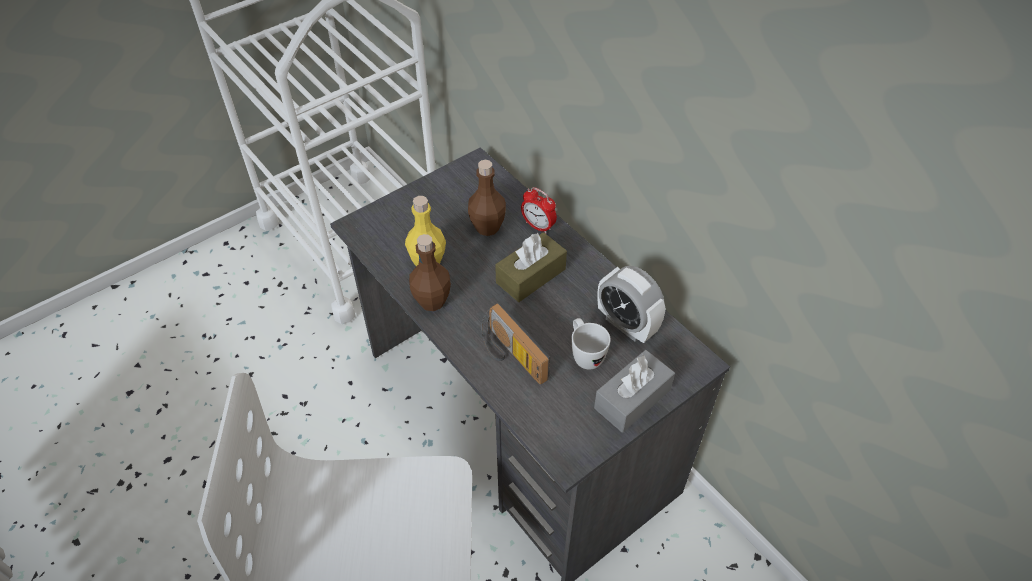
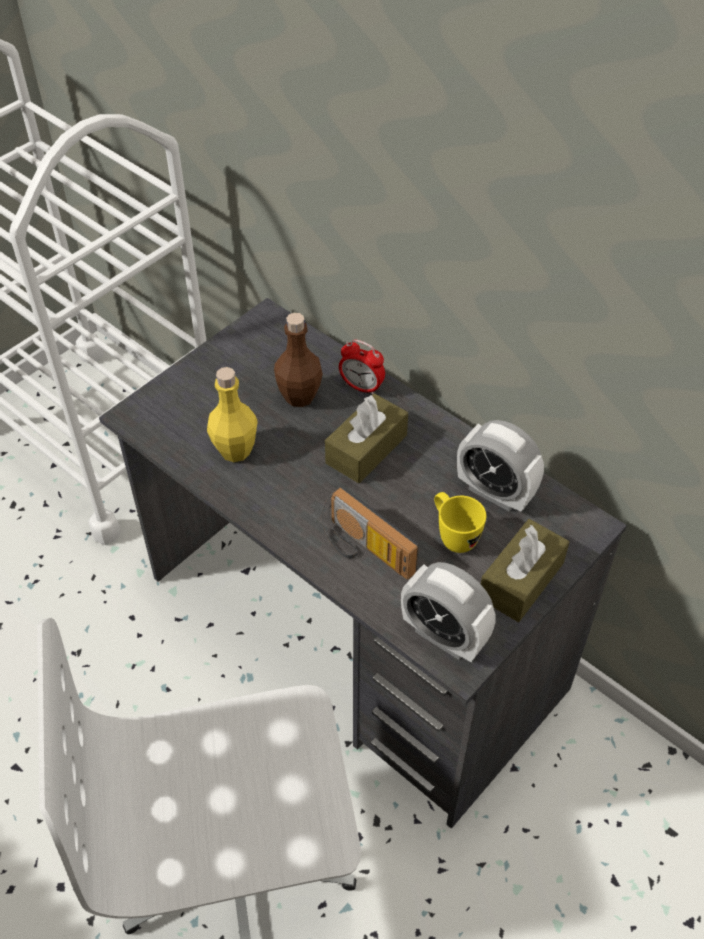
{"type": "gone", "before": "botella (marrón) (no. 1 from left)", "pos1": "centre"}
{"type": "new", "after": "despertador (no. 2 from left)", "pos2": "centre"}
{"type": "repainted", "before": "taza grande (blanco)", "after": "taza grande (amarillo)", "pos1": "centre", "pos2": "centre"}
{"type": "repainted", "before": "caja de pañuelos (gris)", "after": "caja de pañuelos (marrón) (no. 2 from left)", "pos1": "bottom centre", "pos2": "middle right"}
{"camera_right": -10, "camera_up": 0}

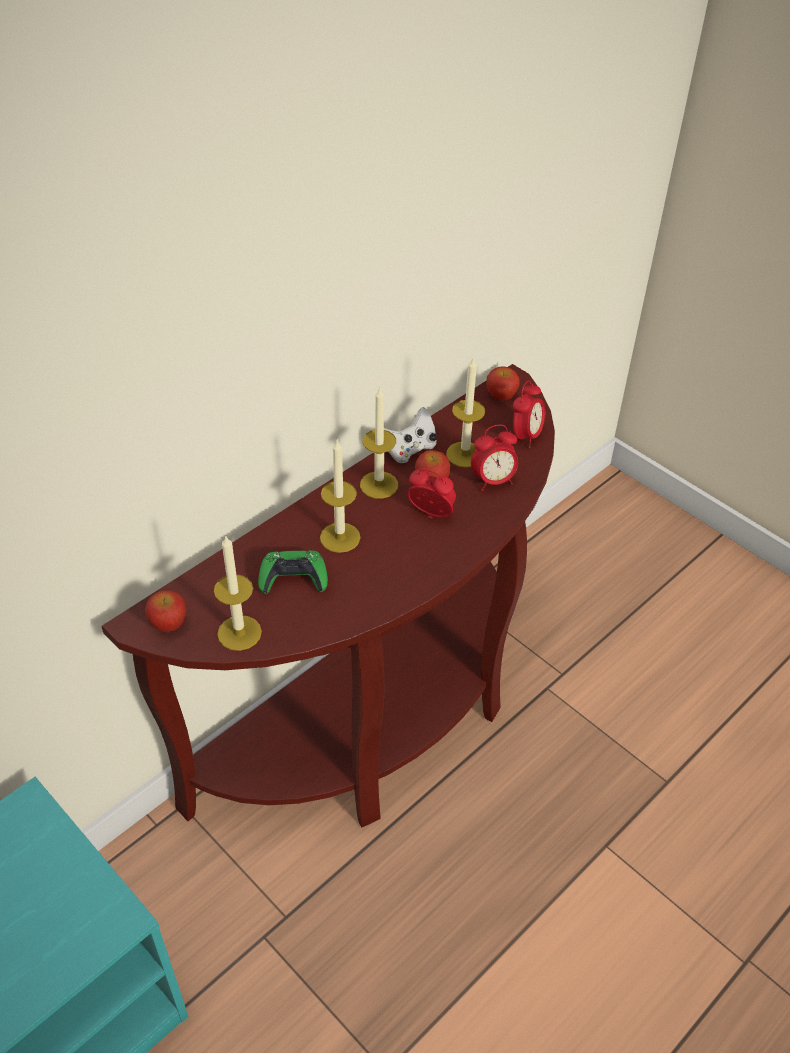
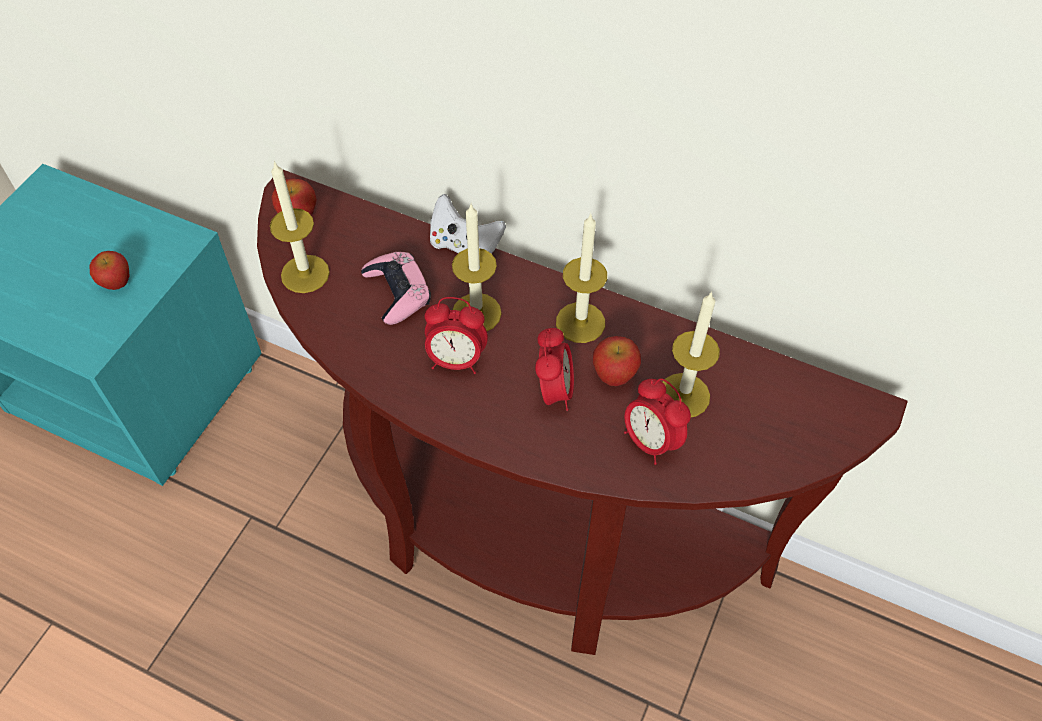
{"type": "shifted", "before": "mando de consola (blanco)", "pos1": "centre", "pos2": "top centre"}
{"type": "shifted", "before": "manzana (no. 3 from left in the first image)", "after": "manzana (no. 1 from left)", "pos1": "centre", "pos2": "middle left"}
{"type": "shifted", "before": "despertador (no. 3 from left in the first image)", "after": "despertador (no. 1 from left)", "pos1": "middle right", "pos2": "centre"}
{"type": "repainted", "before": "mando de consola (verde)", "after": "mando de consola (rosa)", "pos1": "centre", "pos2": "centre"}
{"camera_right": 70, "camera_up": 10}

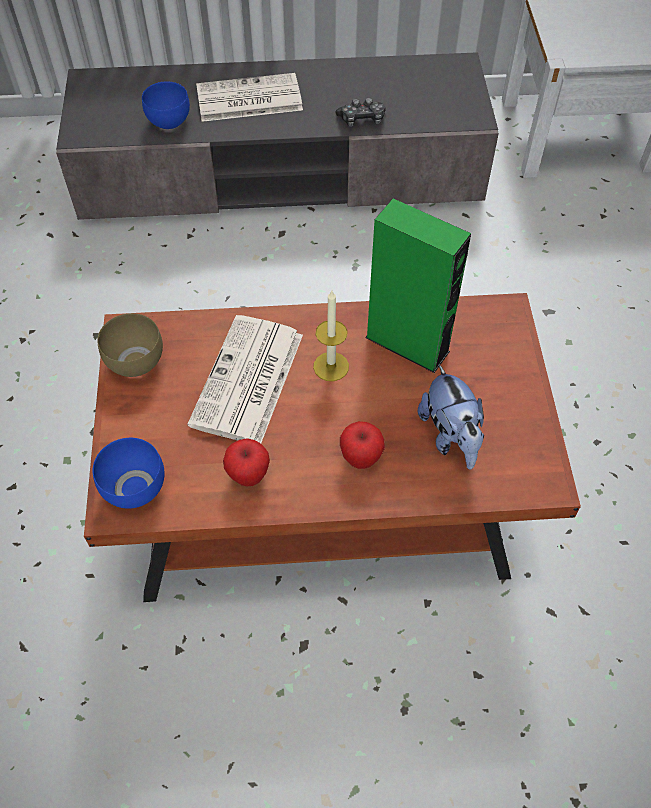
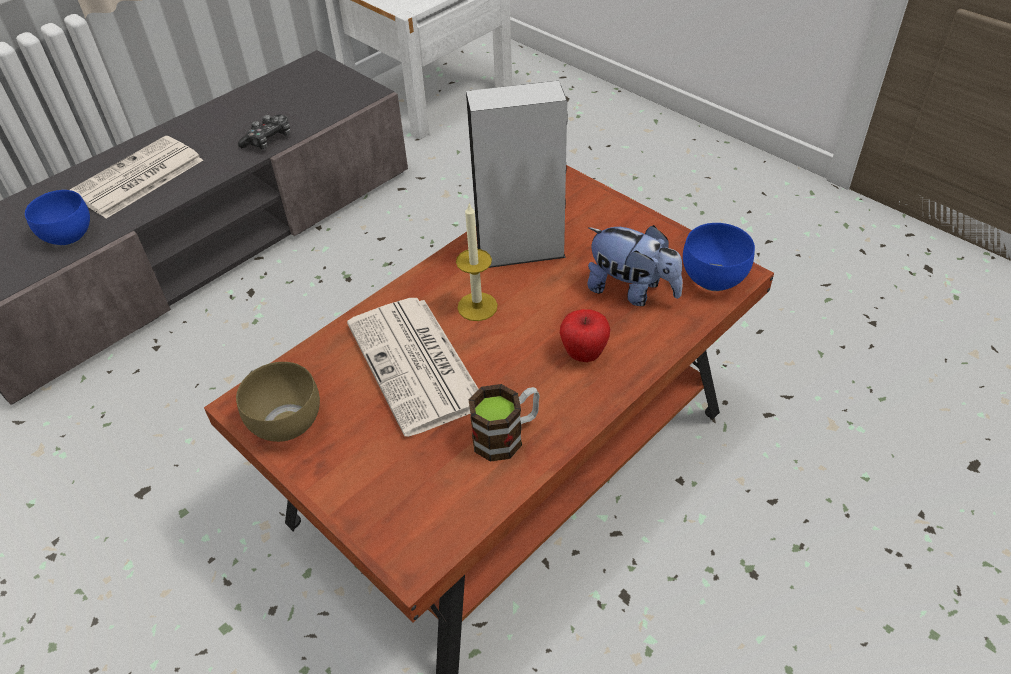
{"type": "shifted", "before": "cuenco (azul) (no. 1 from left in the first image)", "after": "cuenco (azul) (no. 2 from left)", "pos1": "middle left", "pos2": "middle right"}
{"type": "swapped", "before": "manzana (no. 1 from left)", "after": "taza grande", "pos1": "centre", "pos2": "centre"}
{"type": "repainted", "before": "altavoz (verde)", "after": "altavoz (gris)", "pos1": "centre", "pos2": "top centre"}
{"camera_right": -40, "camera_up": -10}

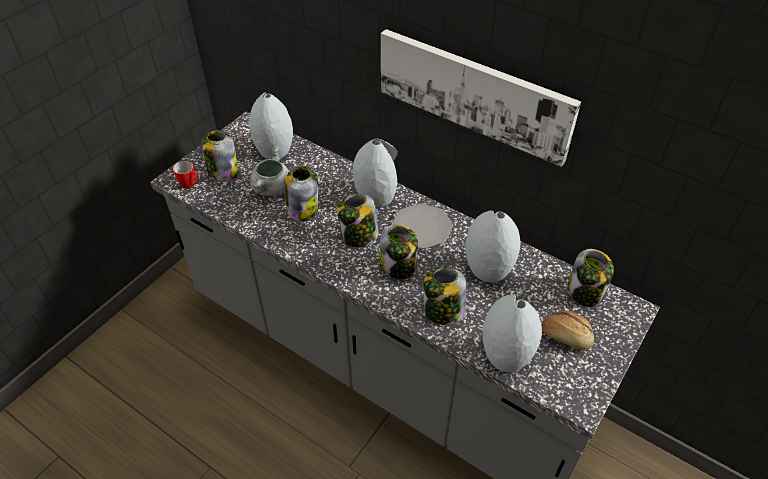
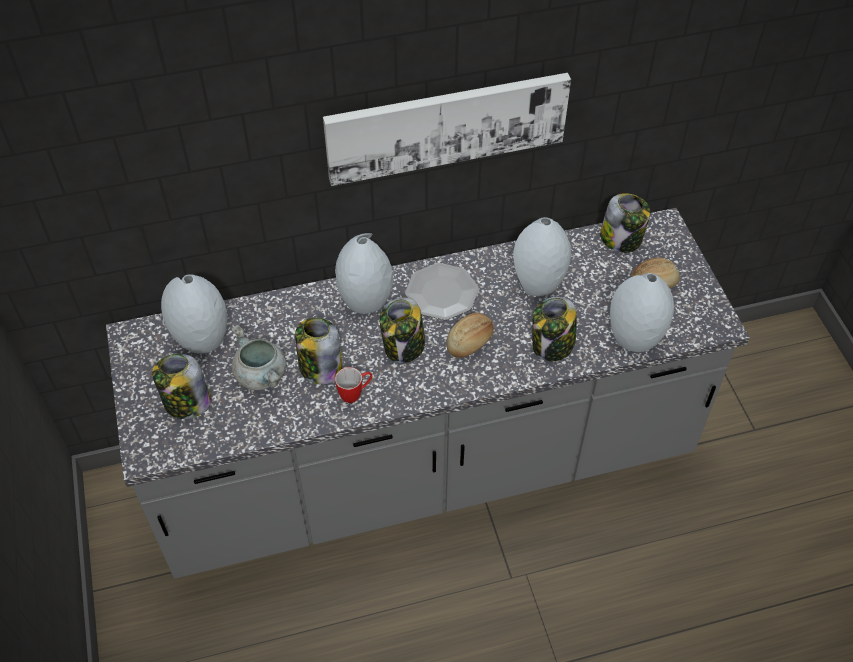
{"type": "shifted", "before": "taza grande", "pos1": "middle left", "pos2": "centre"}
{"type": "swapped", "before": "tarro (no. 4 from left)", "after": "pan (no. 1 from left)", "pos1": "centre", "pos2": "centre"}
{"camera_right": -50, "camera_up": 5}

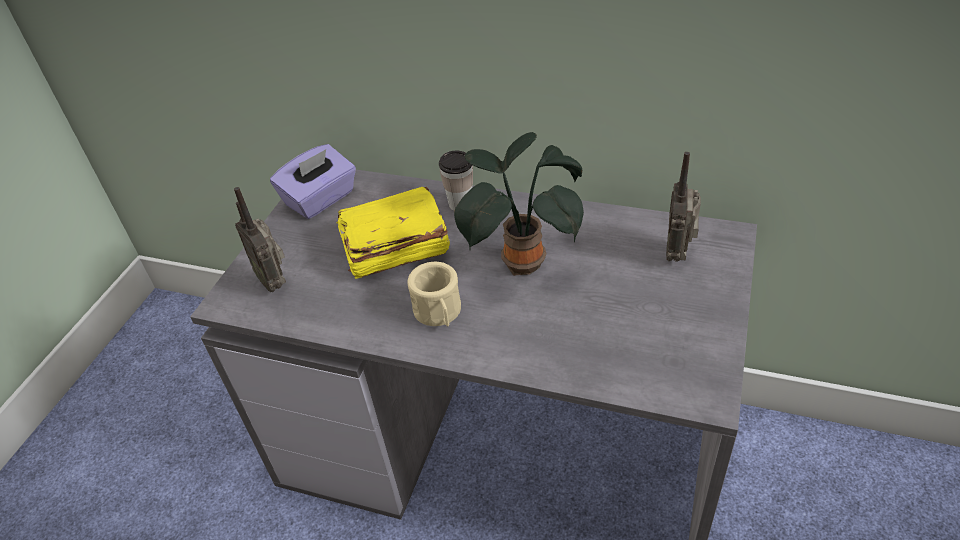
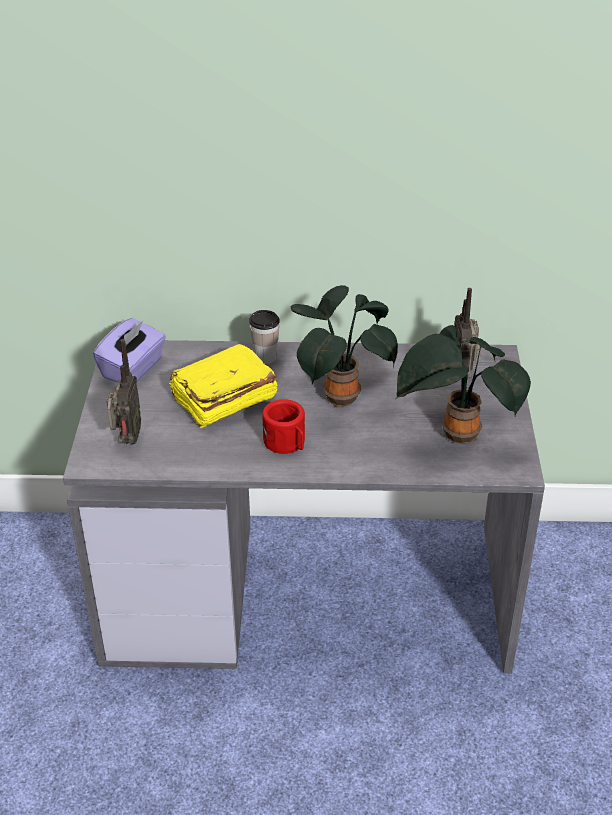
{"type": "new", "after": "planta en maceta (no. 2 from left)", "pos2": "middle right"}
{"type": "repainted", "before": "taza grande (beis)", "after": "taza grande (rojo)", "pos1": "centre", "pos2": "centre"}
{"type": "rotated", "before": "radio (no. 1 from left)", "pos1": "middle left", "pos2": "middle left", "turn": -120}
{"camera_right": -20, "camera_up": -5}

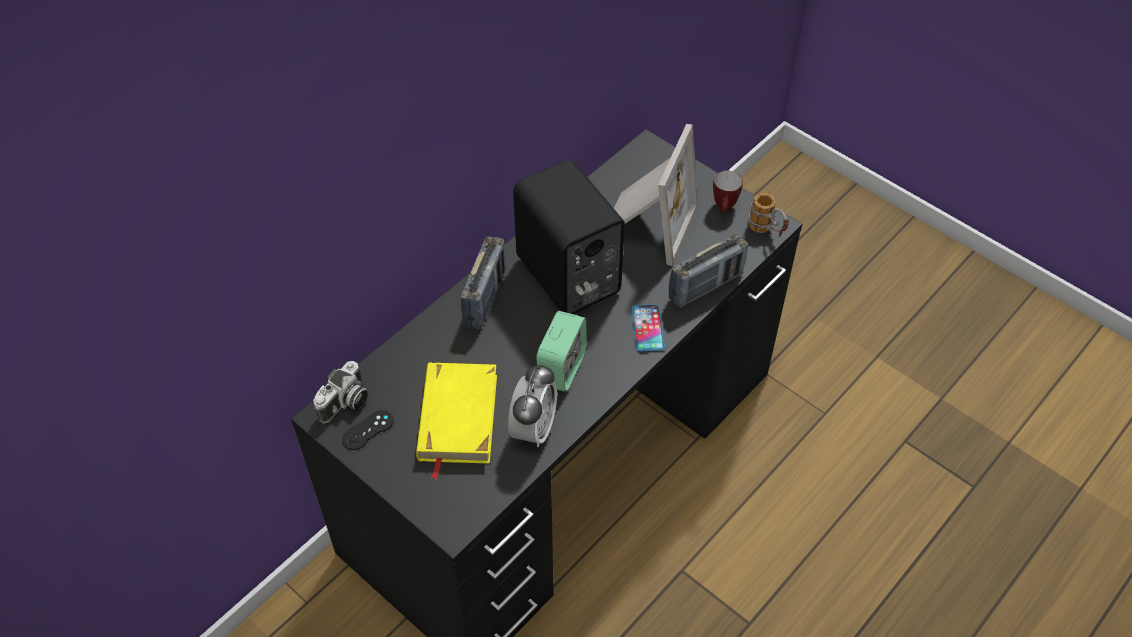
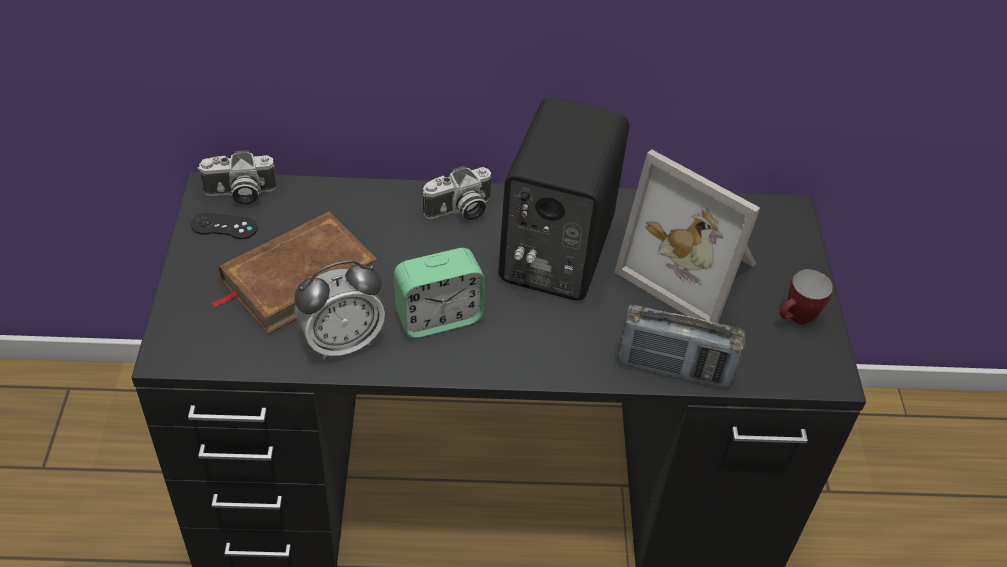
{"type": "gone", "before": "móvil", "pos1": "centre"}
{"type": "gone", "before": "taza grande (no. 2 from left)", "pos1": "middle right"}
{"type": "swapped", "before": "radio (no. 1 from left)", "after": "cámara (no. 2 from left)", "pos1": "centre", "pos2": "centre"}
{"type": "repainted", "before": "libro (amarillo)", "after": "libro (marrón)", "pos1": "centre", "pos2": "middle left"}
{"type": "rotated", "before": "portarretratos", "pos1": "top centre", "pos2": "middle right", "turn": 60}
{"camera_right": 45, "camera_up": -5}

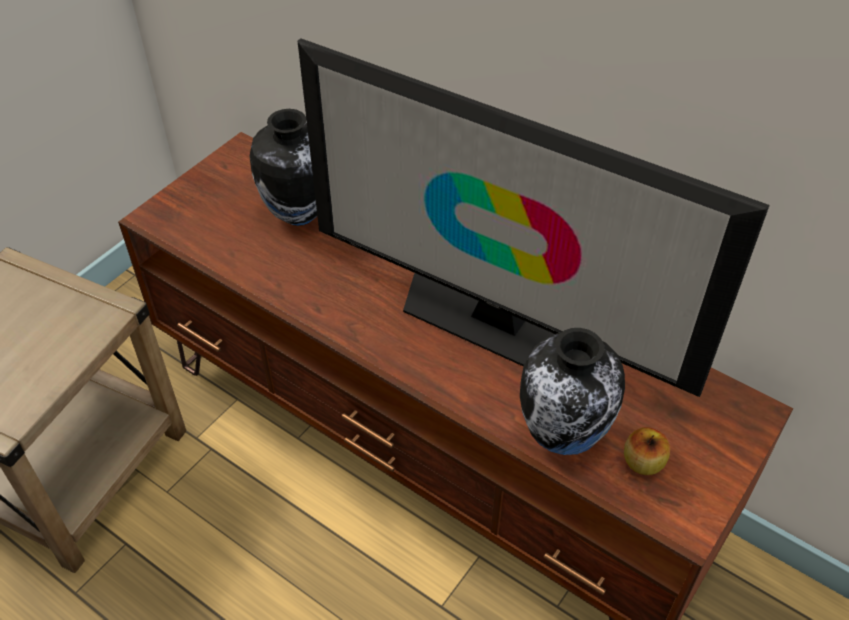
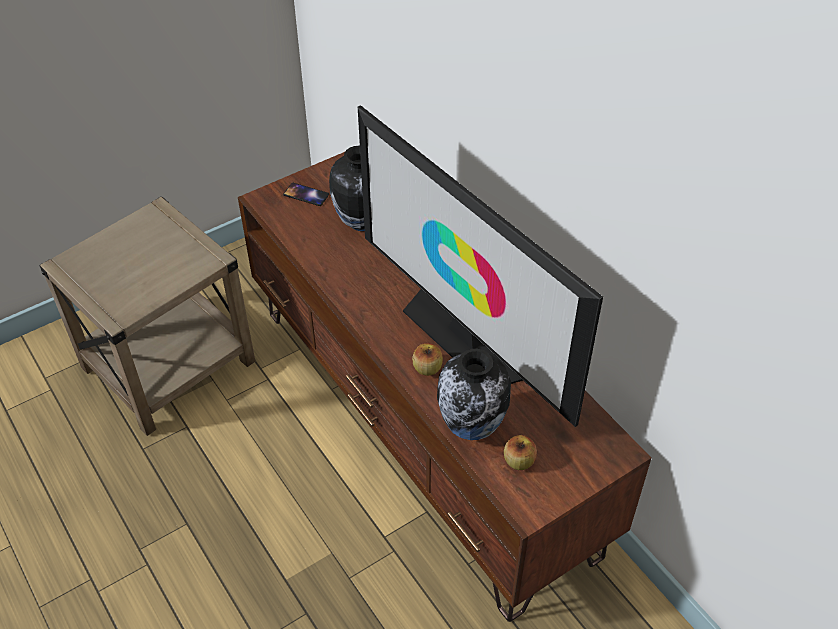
{"type": "new", "after": "móvil", "pos2": "top centre"}
{"type": "new", "after": "manzana (no. 1 from left)", "pos2": "centre"}
{"camera_right": 20, "camera_up": 0}

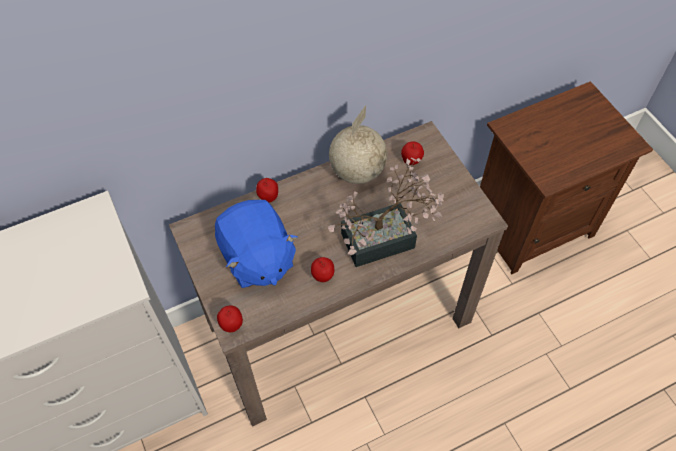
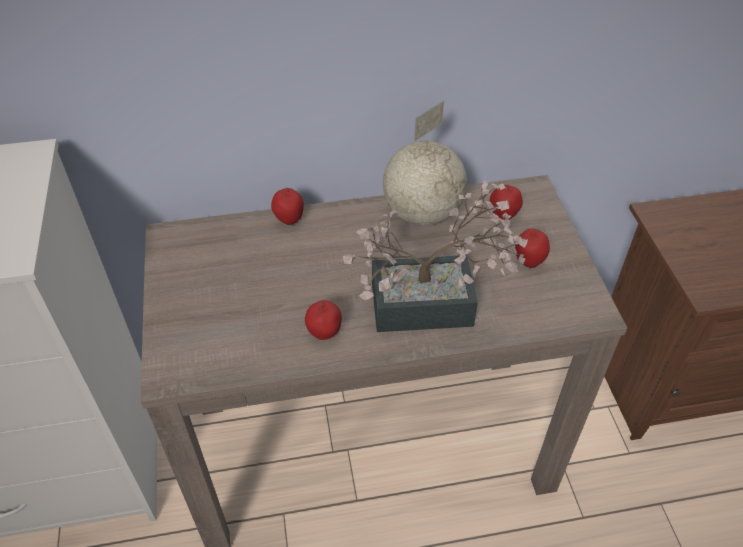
{"type": "gone", "before": "peluche (azul)", "pos1": "centre"}
{"type": "shifted", "before": "manzana (no. 1 from left in the first image)", "after": "manzana (no. 4 from left)", "pos1": "bottom centre", "pos2": "middle right"}
{"camera_right": 15, "camera_up": -10}

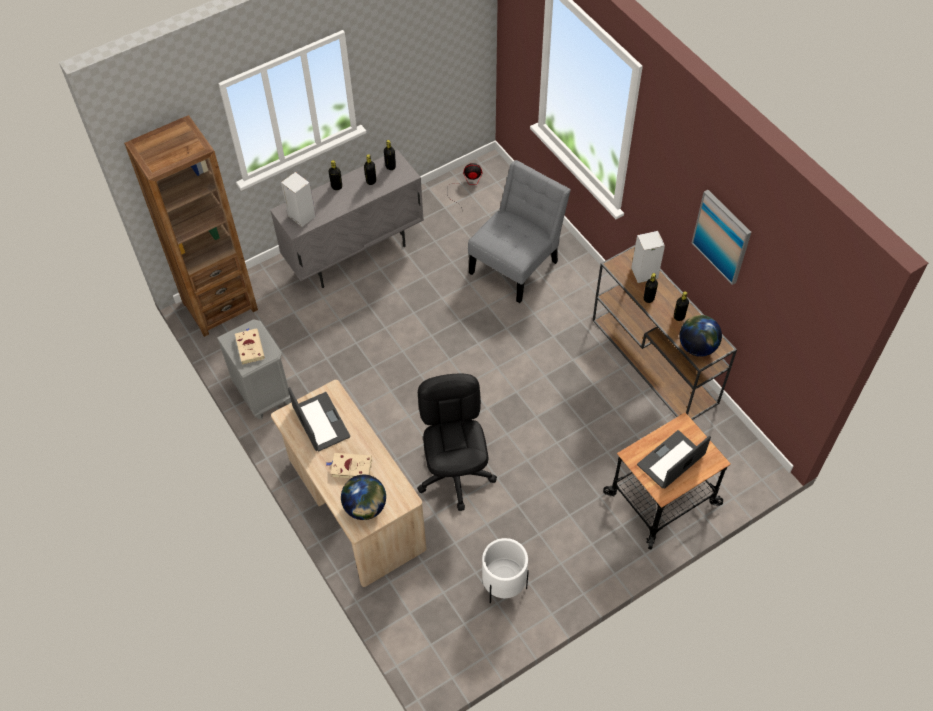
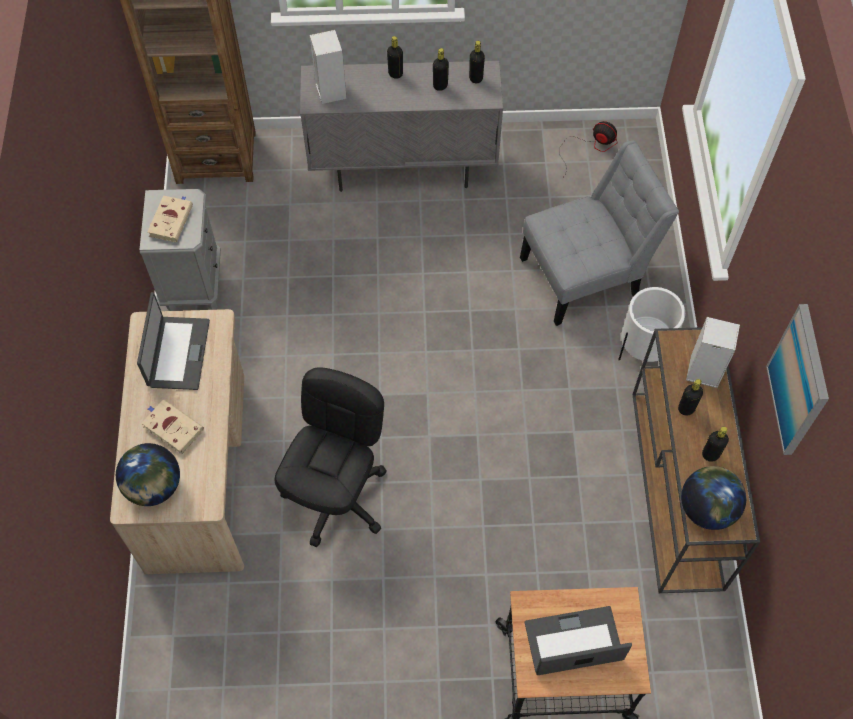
{"type": "shifted", "before": "maceta (blanco)", "pos1": "bottom centre", "pos2": "middle right"}
{"camera_right": 30, "camera_up": 5}

